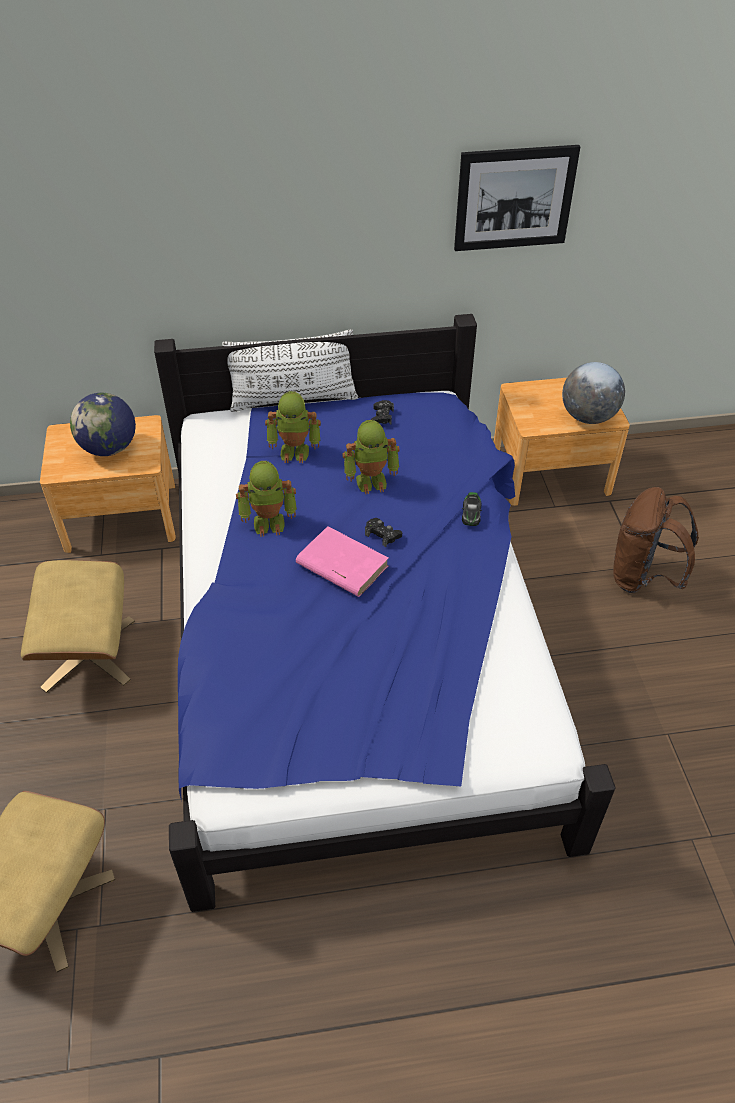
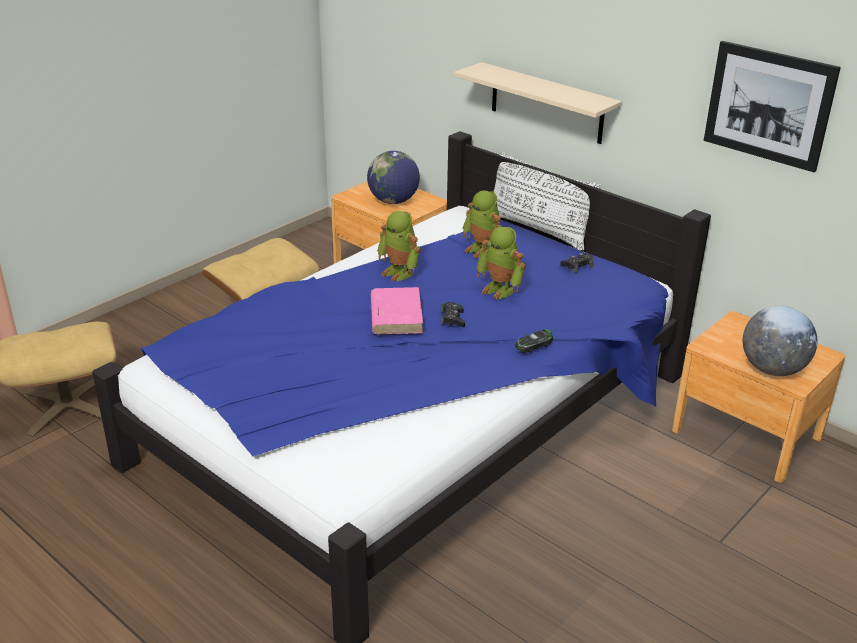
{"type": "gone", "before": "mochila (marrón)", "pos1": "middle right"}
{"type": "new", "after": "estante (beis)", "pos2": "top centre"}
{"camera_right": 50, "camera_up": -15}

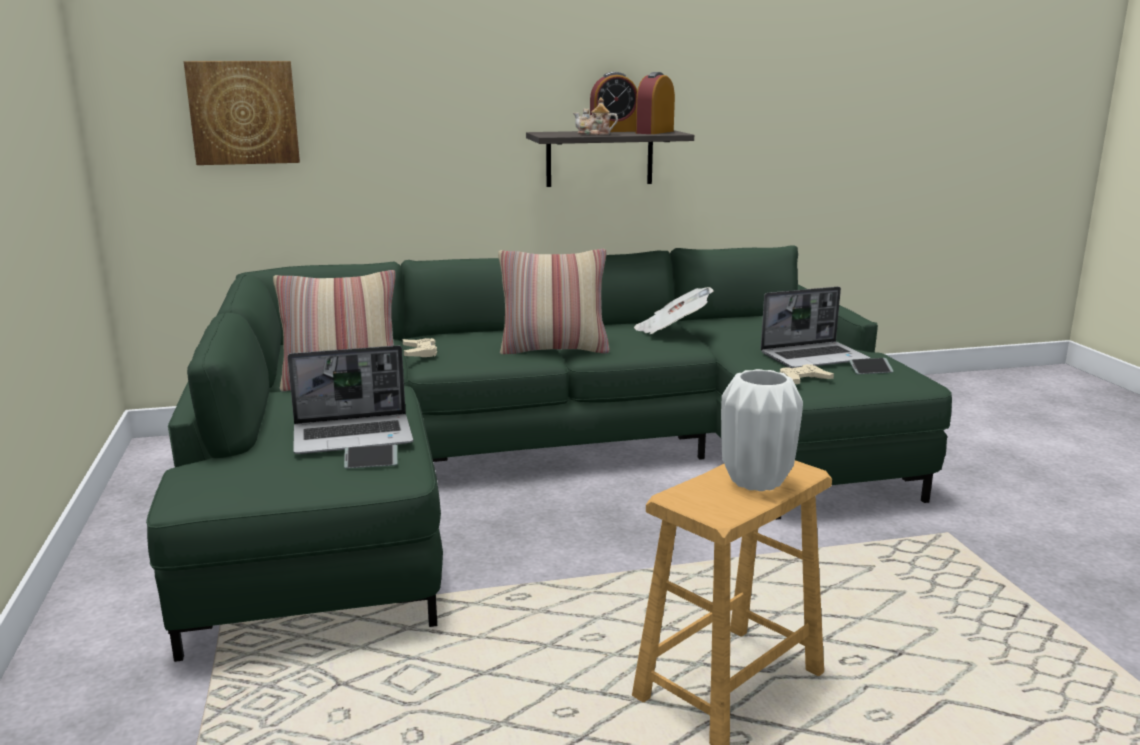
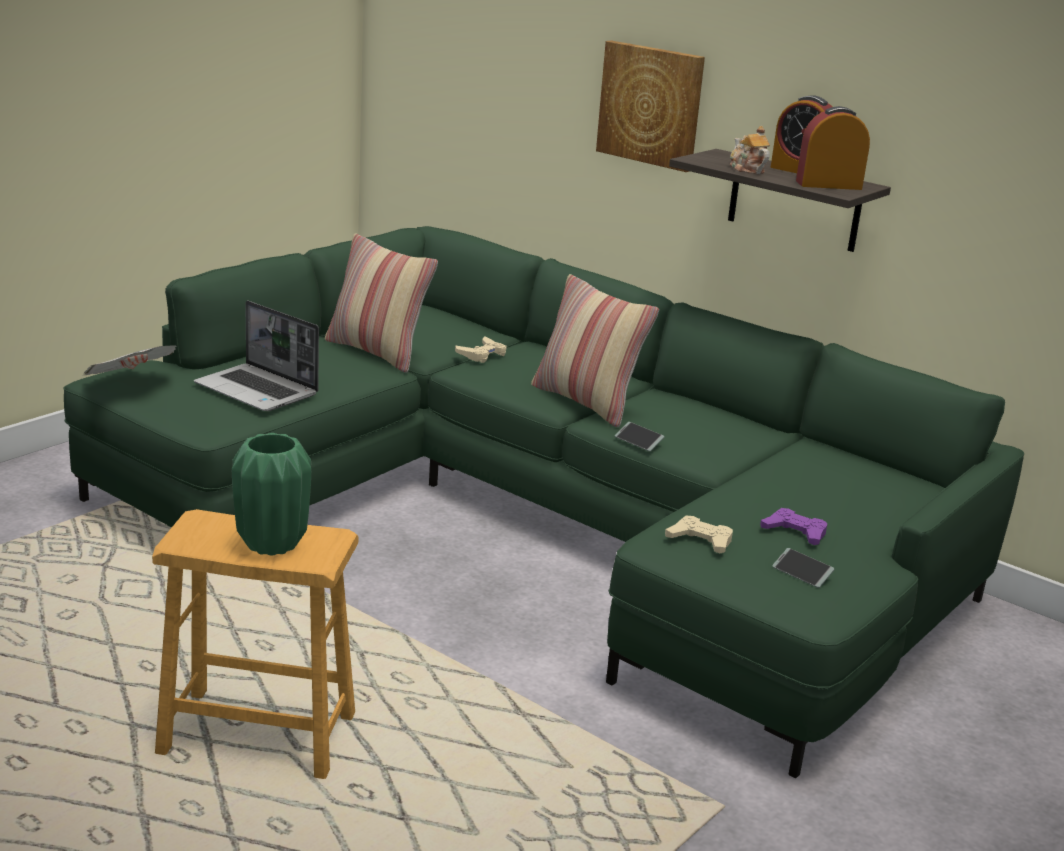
{"type": "shifted", "before": "cuadro", "pos1": "top left", "pos2": "top centre"}
{"type": "shifted", "before": "móvil (no. 1 from left)", "pos1": "middle left", "pos2": "centre"}
{"type": "shifted", "before": "periódico", "pos1": "centre", "pos2": "middle left"}
{"type": "swapped", "before": "portátil (no. 2 from left)", "after": "mando de consola (morado)", "pos1": "middle right", "pos2": "middle right"}
{"type": "repainted", "before": "florero (blanco)", "after": "florero (verde)", "pos1": "middle right", "pos2": "middle left"}
{"camera_right": 50, "camera_up": 5}

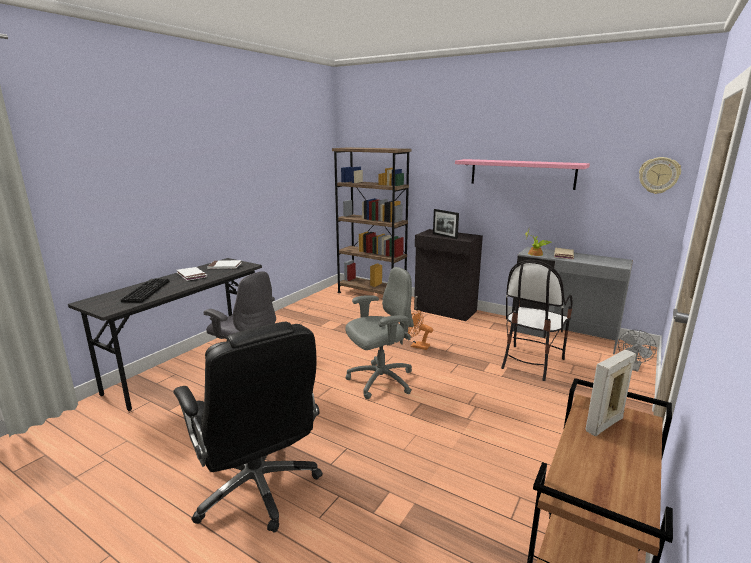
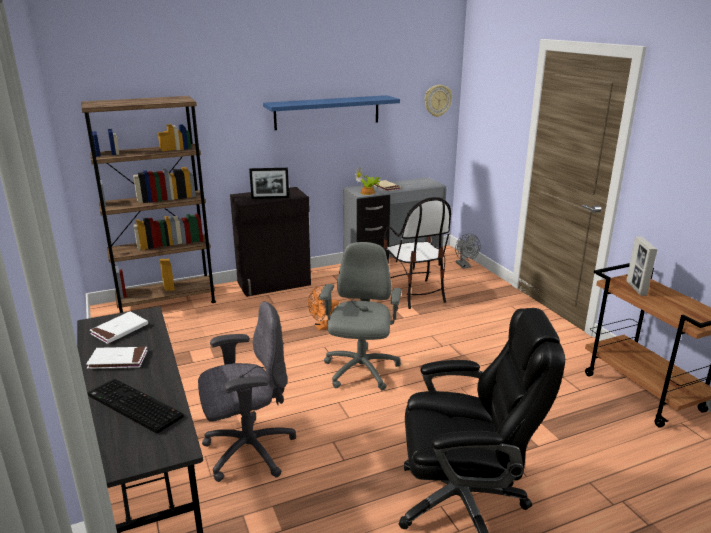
{"type": "repainted", "before": "estante (rosa)", "after": "estante (azul)", "pos1": "top right", "pos2": "top centre"}
{"camera_right": -55, "camera_up": 5}

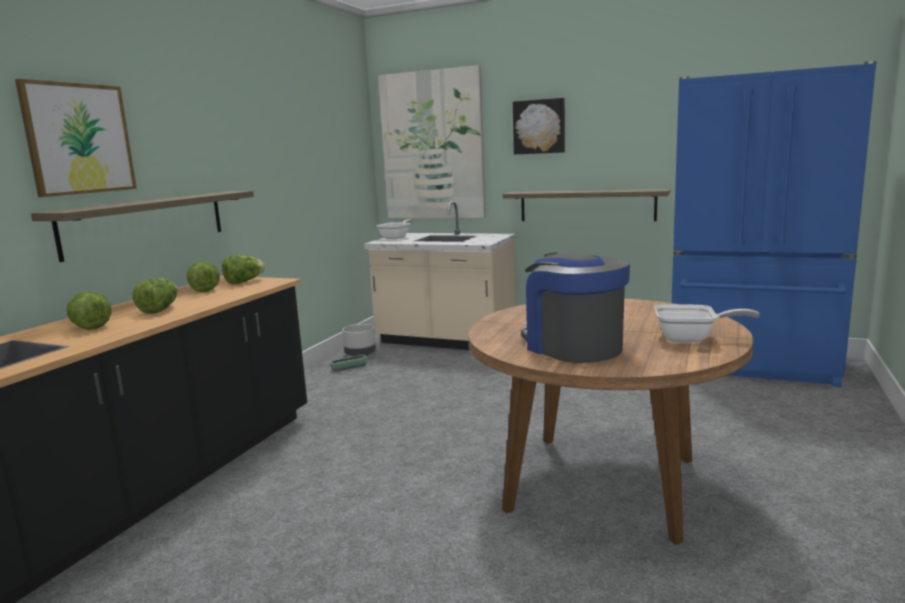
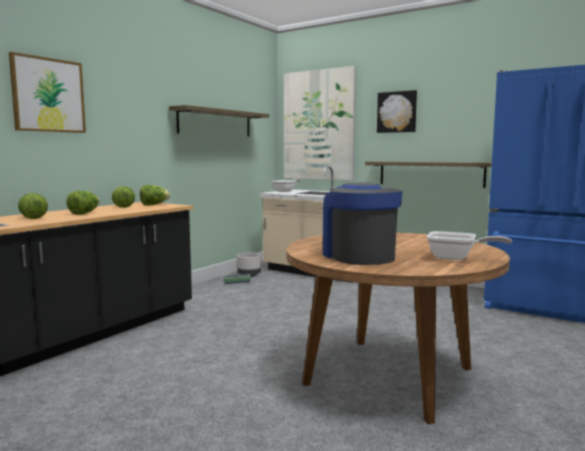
{"type": "shifted", "before": "estante (no. 1 from left)", "pos1": "middle left", "pos2": "top centre"}
{"camera_right": 10, "camera_up": -5}

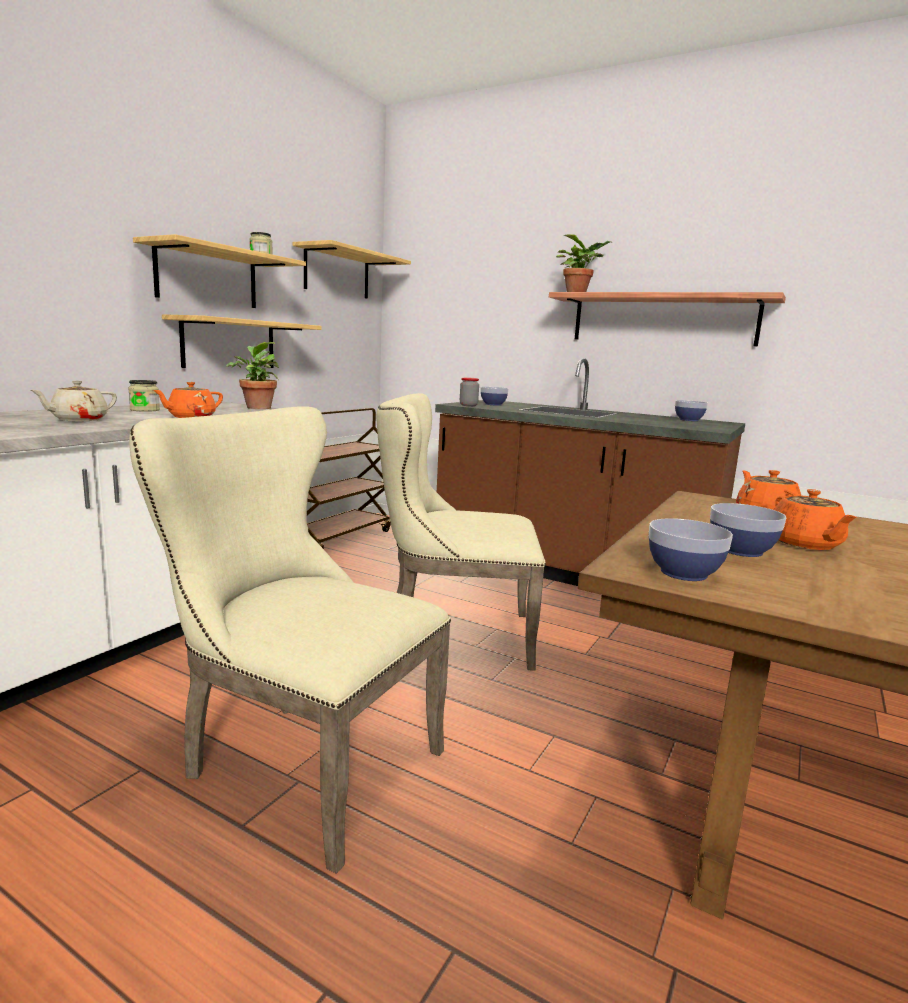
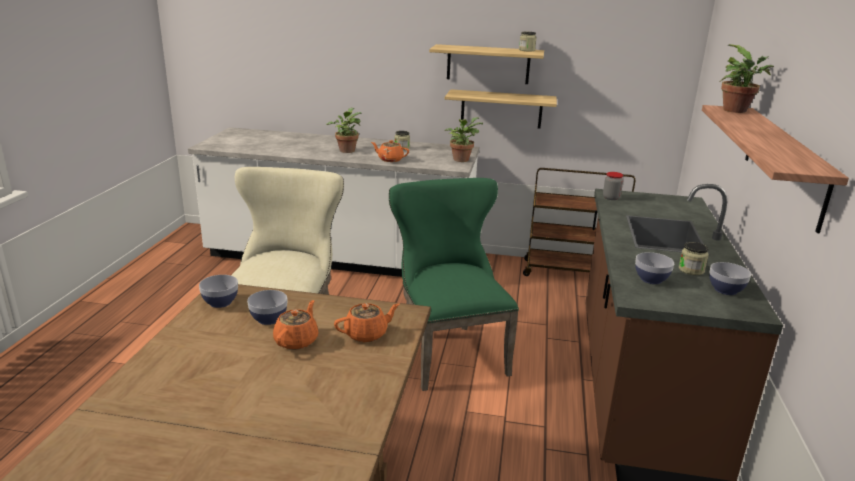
{"type": "gone", "before": "estante (no. 3 from left)", "pos1": "top centre"}
{"type": "new", "after": "tarro (no. 4 from left)", "pos2": "middle right"}
{"type": "shifted", "before": "cuenco (no. 1 from left in the first image)", "after": "cuenco (no. 3 from left)", "pos1": "centre", "pos2": "middle right"}
{"type": "swapped", "before": "tetera (beis)", "after": "planta en maceta (no. 1 from left)", "pos1": "middle left", "pos2": "top centre"}
{"type": "repainted", "before": "silla (beis) (no. 2 from left)", "after": "silla (verde)", "pos1": "centre", "pos2": "centre"}
{"type": "rotated", "before": "tetera (naranja) (no. 3 from left in the first image)", "pos1": "middle right", "pos2": "bottom centre", "turn": 135}
{"camera_right": 70, "camera_up": 10}

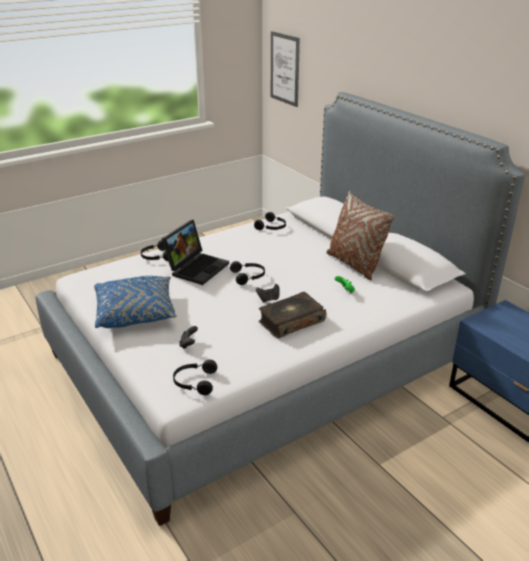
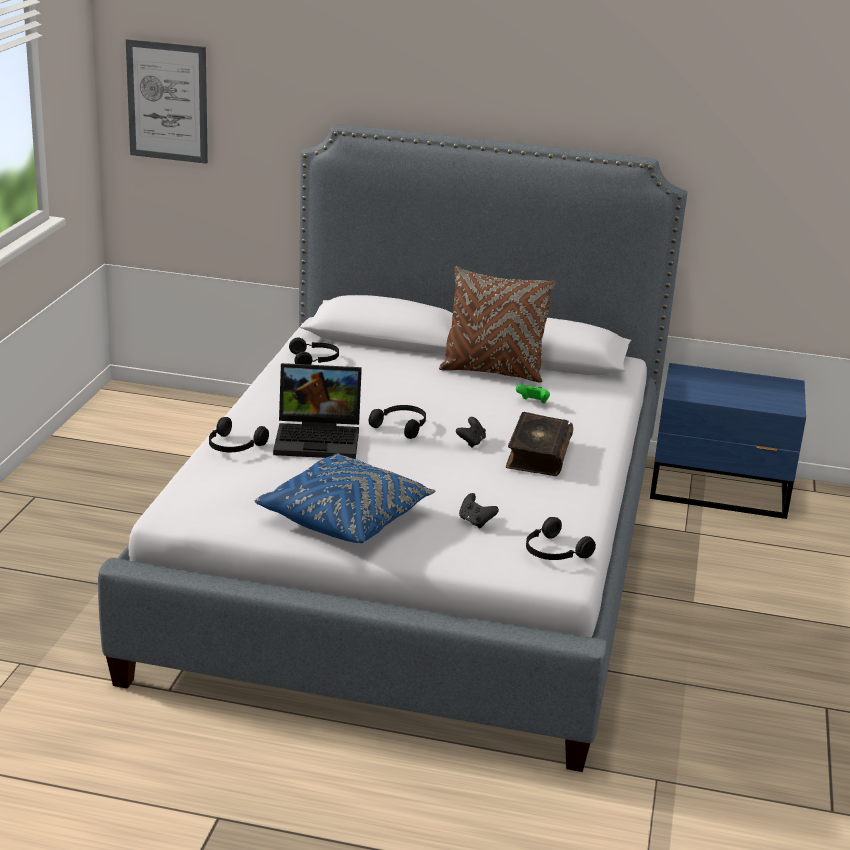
{"type": "rotated", "before": "portátil", "pos1": "centre", "pos2": "centre", "turn": 105}
{"camera_right": -45, "camera_up": -5}

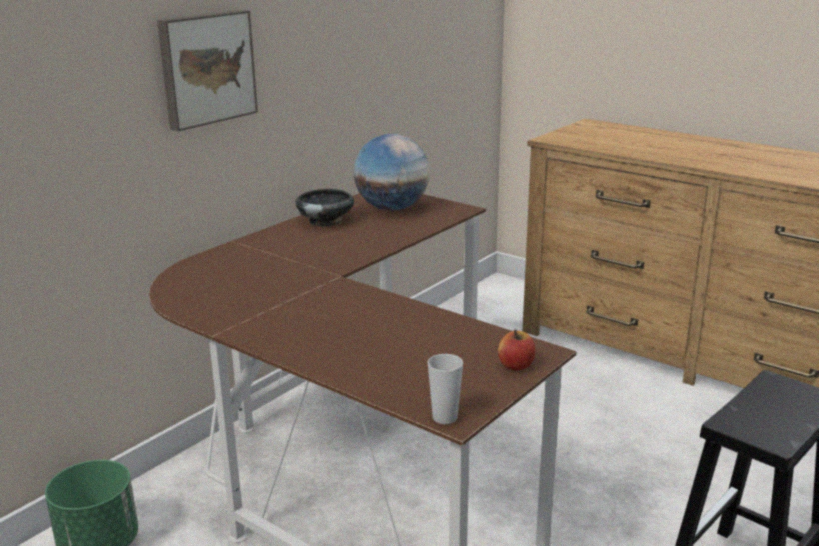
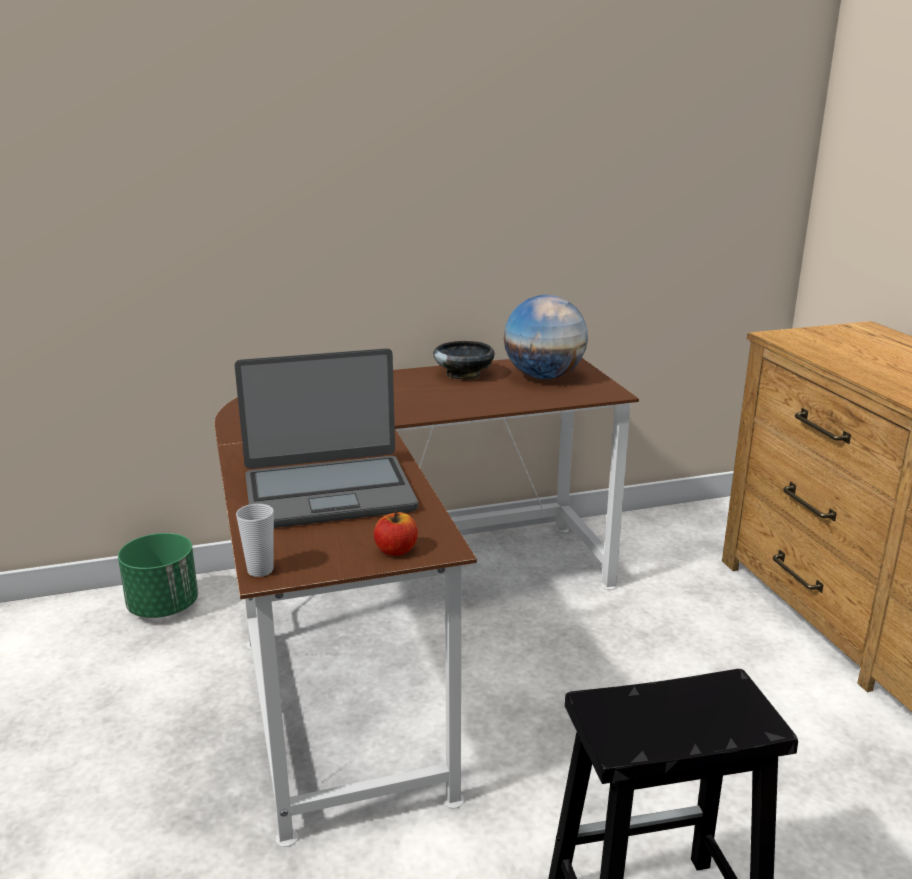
{"type": "gone", "before": "cuadro", "pos1": "top left"}
{"type": "new", "after": "portátil", "pos2": "centre"}
{"camera_right": 35, "camera_up": 0}

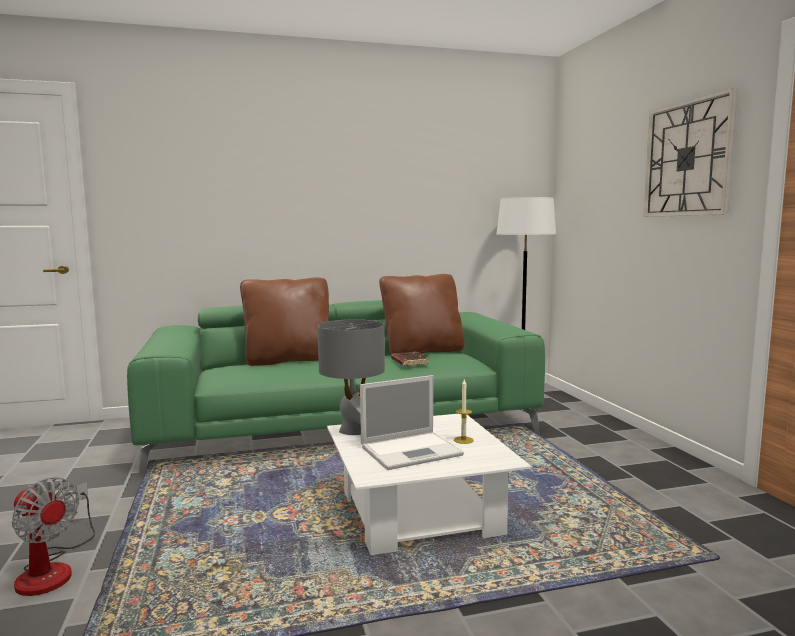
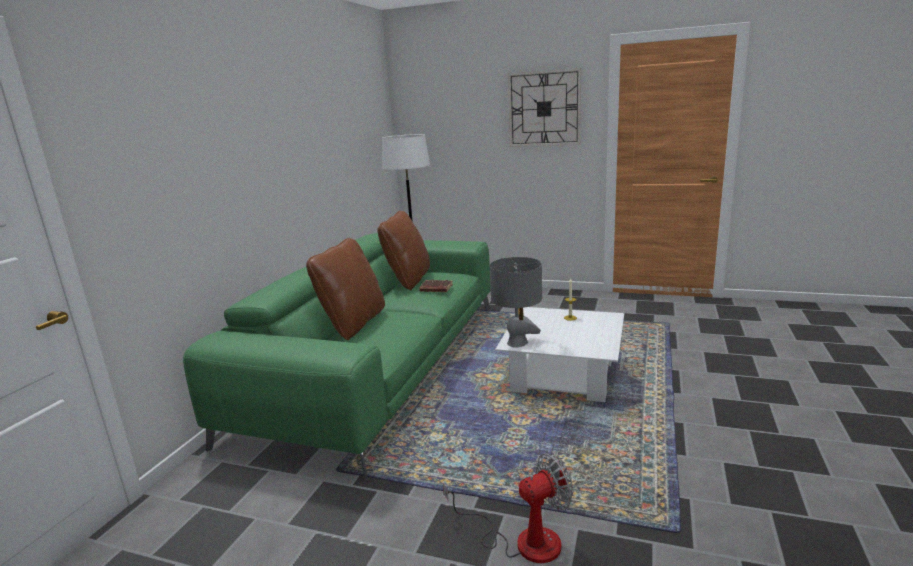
{"type": "gone", "before": "portátil", "pos1": "centre"}
{"camera_right": -55, "camera_up": 10}

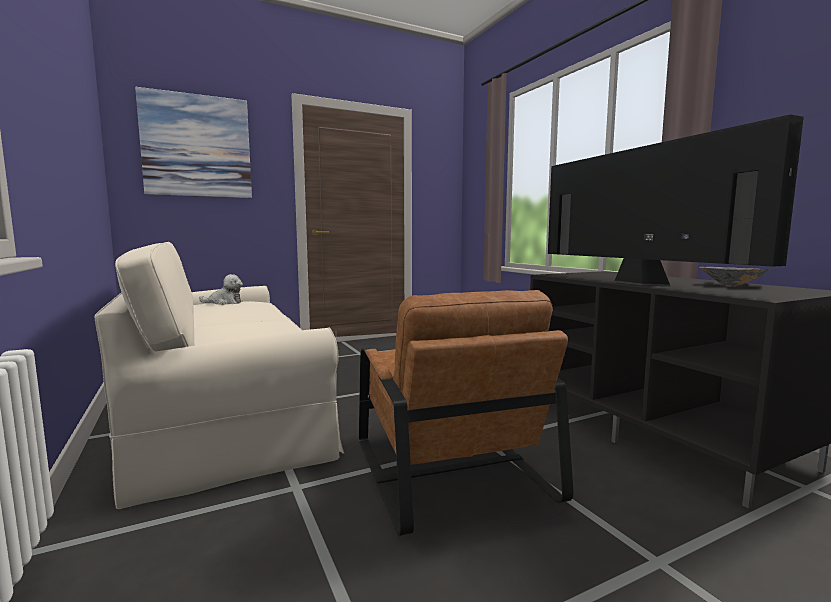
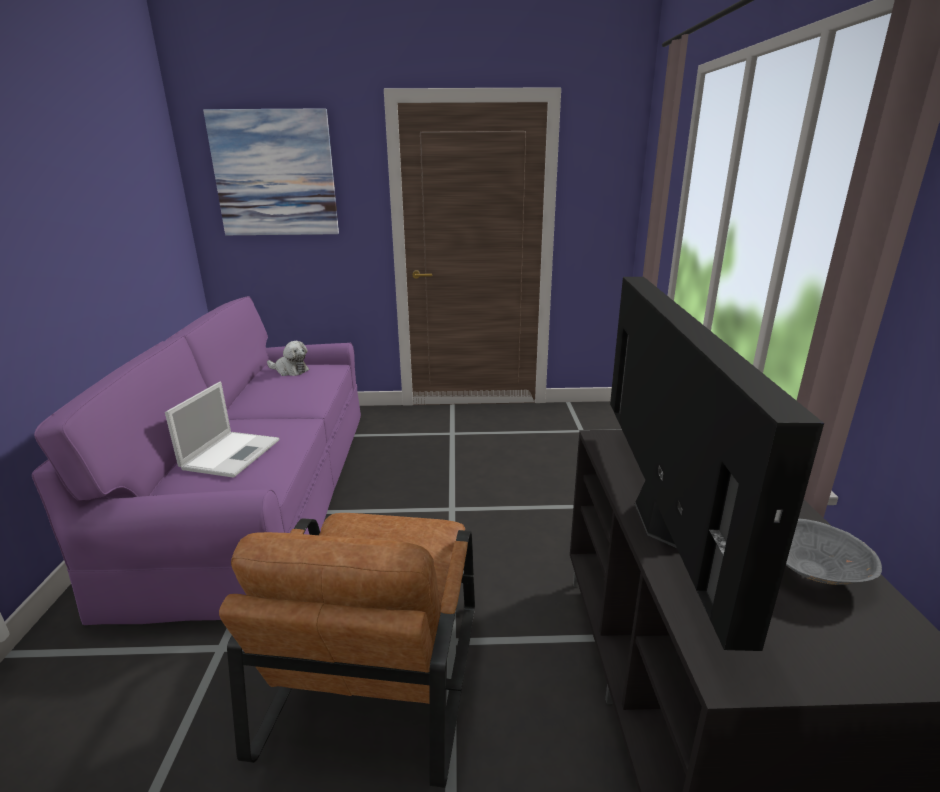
{"type": "new", "after": "portátil", "pos2": "middle left"}
{"type": "repainted", "before": "sofá (beis)", "after": "sofá (morado)", "pos1": "middle left", "pos2": "middle left"}
{"camera_right": 25, "camera_up": 15}

